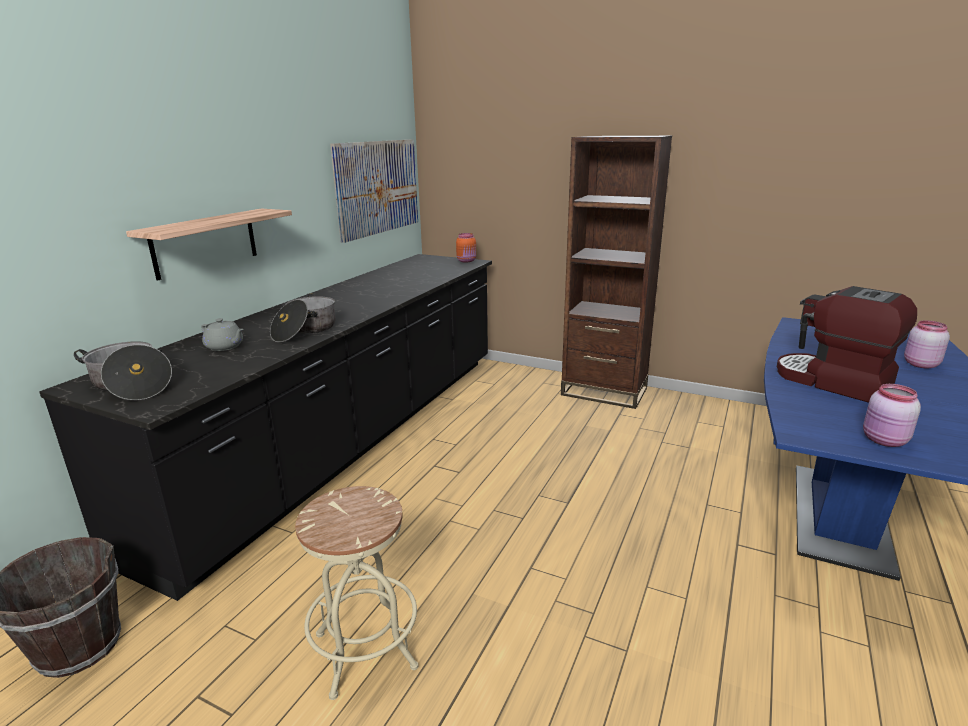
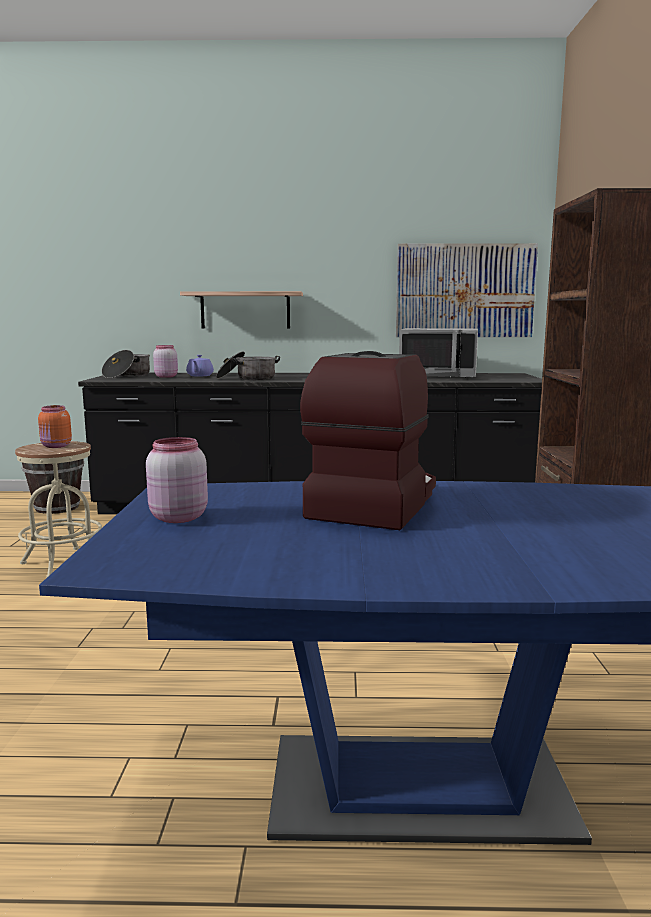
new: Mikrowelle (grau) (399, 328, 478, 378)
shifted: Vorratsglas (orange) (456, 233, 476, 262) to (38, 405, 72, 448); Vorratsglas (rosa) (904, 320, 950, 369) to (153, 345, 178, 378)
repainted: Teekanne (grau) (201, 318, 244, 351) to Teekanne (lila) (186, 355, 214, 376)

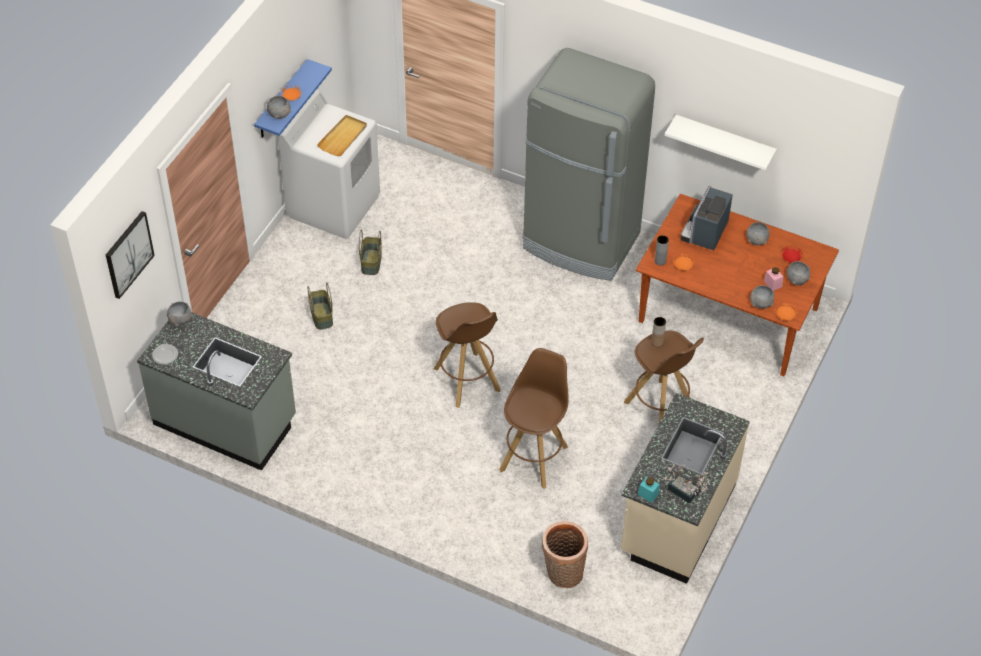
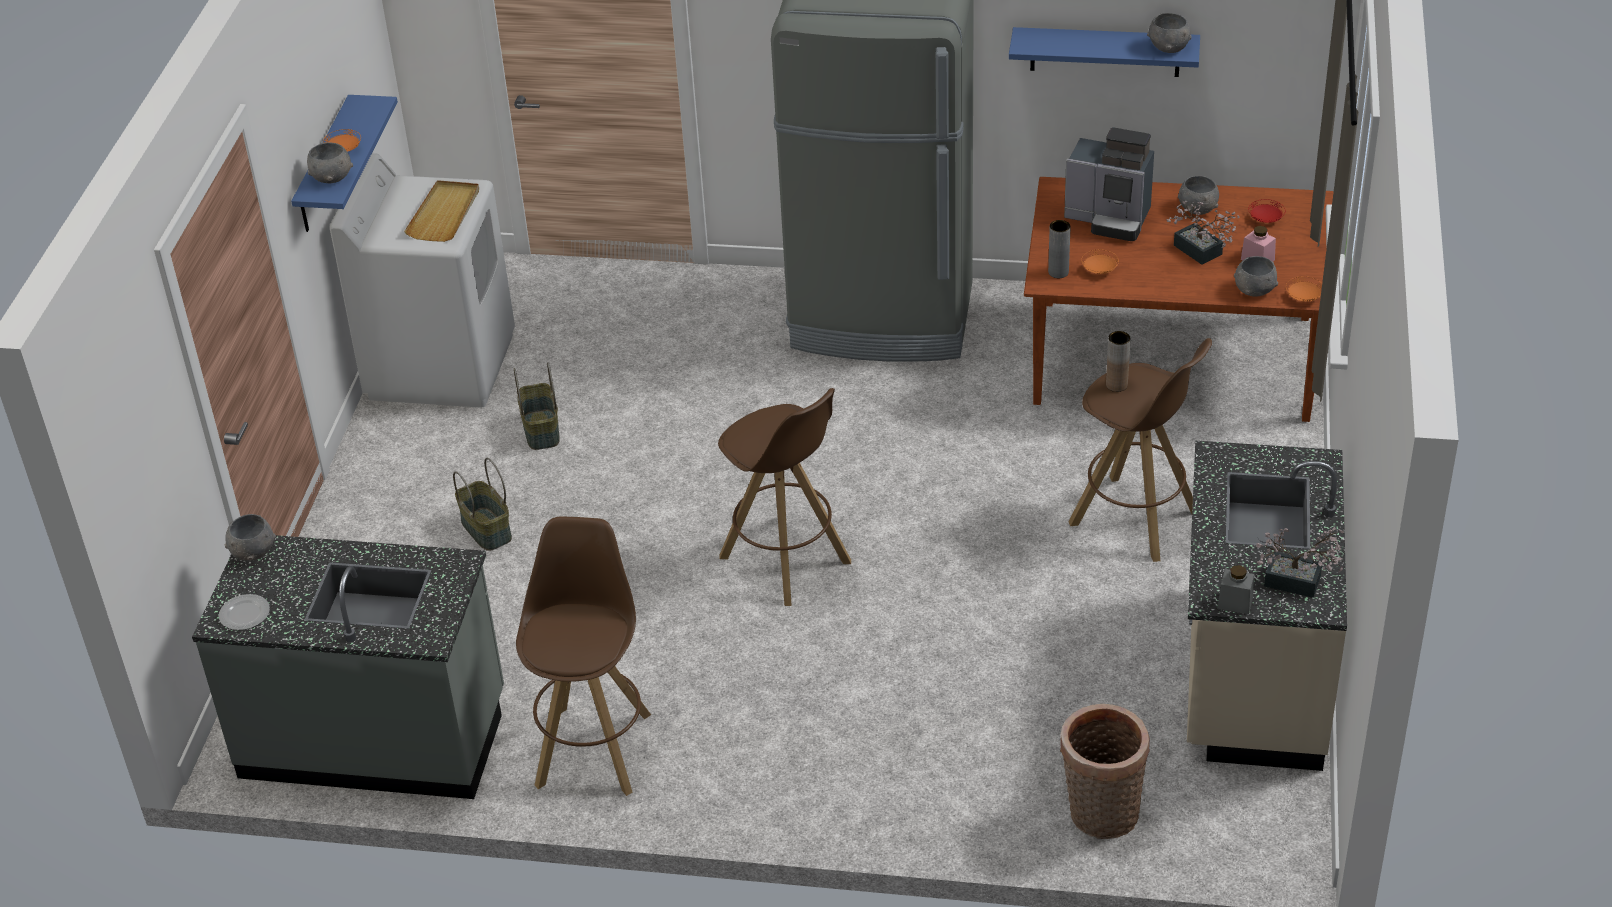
gone: Bild (106, 211, 155, 299)
new: Topfpflanze (1167, 201, 1239, 265)
shifted: Hocker (braun) (499, 348, 569, 489) to (516, 516, 651, 796); Schüssel (grau) (787, 261, 810, 285) to (1147, 13, 1191, 53)
repainted: Vorratsglas (türkis) (638, 477, 660, 503) to Vorratsglas (grau) (1217, 565, 1254, 614); Wandregal (weiß) (665, 115, 777, 170) to Wandregal (blau) (1009, 27, 1200, 77)
rotated: Kaffeemaschine (680, 186, 733, 250) = (1064, 127, 1154, 241) 75 degrees counterclockwise

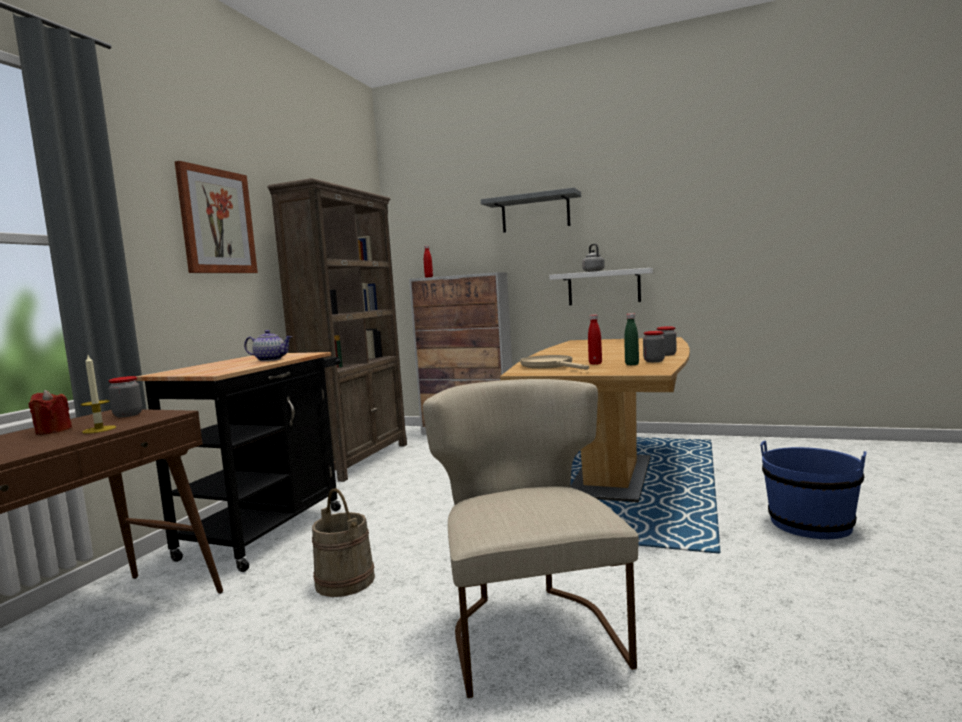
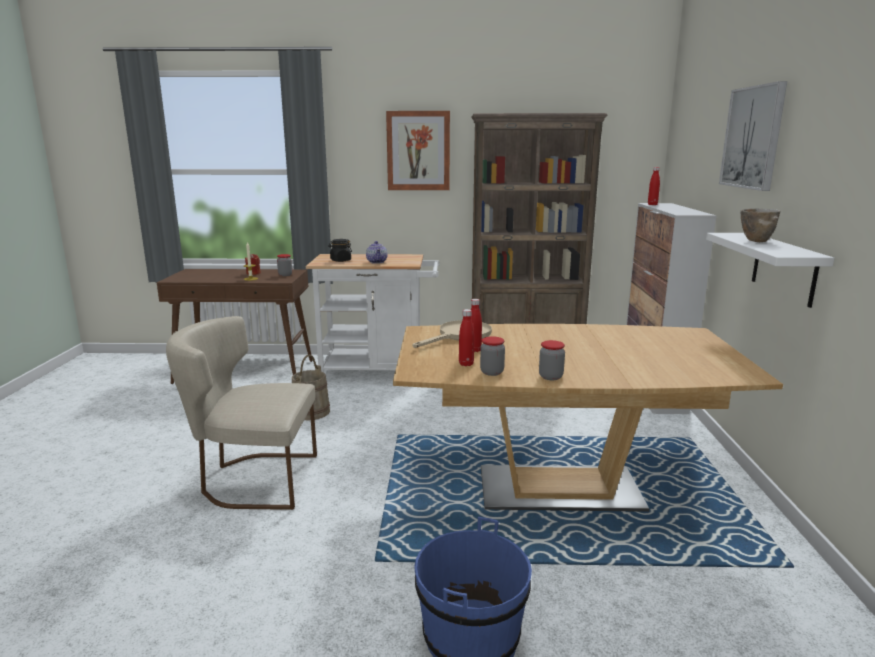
new: Vorratsglas (schwarz) (328, 239, 352, 262)
swapped: Wandregal (grau) (481, 187, 581, 233) to Bild (719, 81, 787, 191); Wasserkessel (grau) (582, 244, 605, 272) to Schüssel (741, 208, 780, 242)
repainted: Rollwagen (schwarz) (136, 352, 341, 572) to Rollwagen (weiß) (306, 254, 440, 372); Flasche (grün) (624, 313, 639, 365) to Flasche (rot) (459, 309, 474, 366)
rotated: Stuhl (beige) (423, 379, 639, 698) = (166, 316, 317, 510) 150 degrees counterclockwise

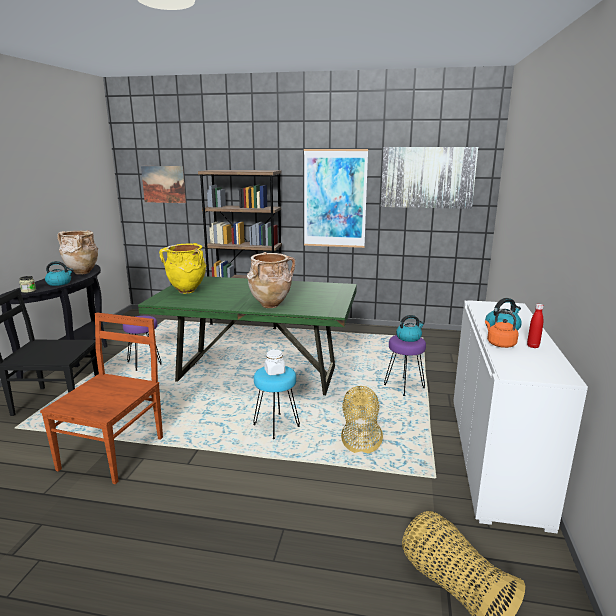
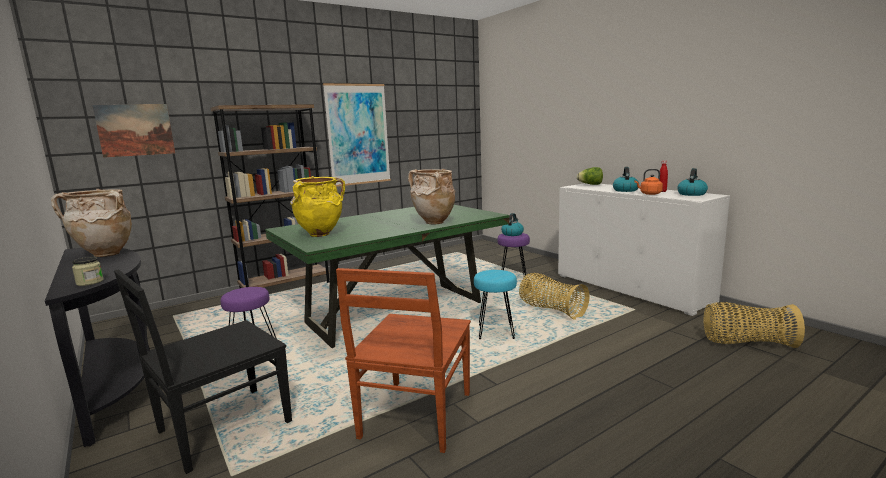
gone: Vorratsglas (weiß) (264, 349, 285, 375); Bild (381, 147, 478, 209)
new: Salatkopf (577, 167, 603, 185)
shifted: Wasserkessel (45, 261, 73, 286) to (677, 168, 708, 196)
rotated: Stuhl (braun) (40, 313, 163, 484) = (336, 268, 471, 453) 135 degrees counterclockwise

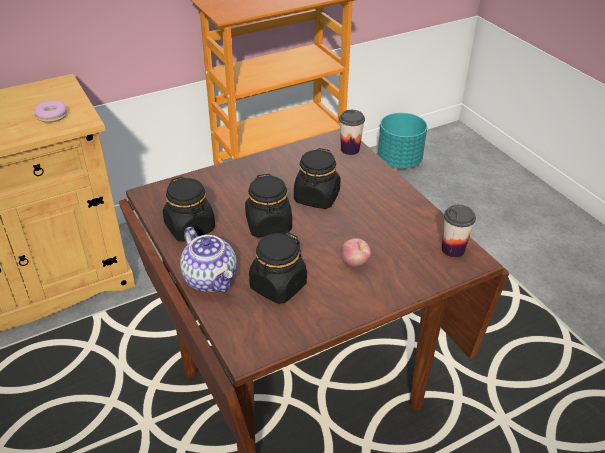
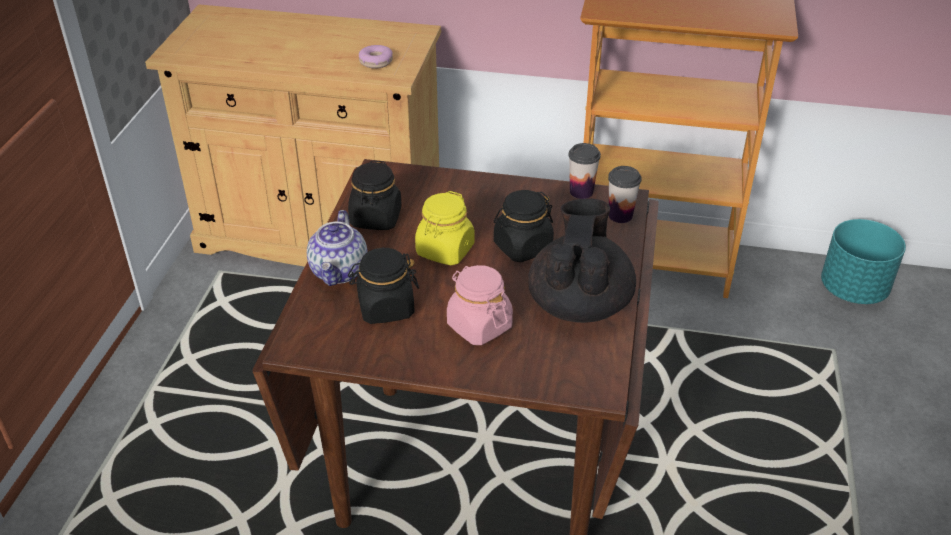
new: Teekanne (schwarz) (528, 198, 636, 323)
shifted: Tasse (442, 205, 476, 258) to (568, 143, 601, 199)
swapped: Apfel (341, 238, 371, 267) to Vorratsglas (rosa) (447, 265, 513, 345)
repainted: Vorratsglas (schwarz) (245, 174, 292, 237) to Vorratsglas (gelb) (415, 191, 475, 265)

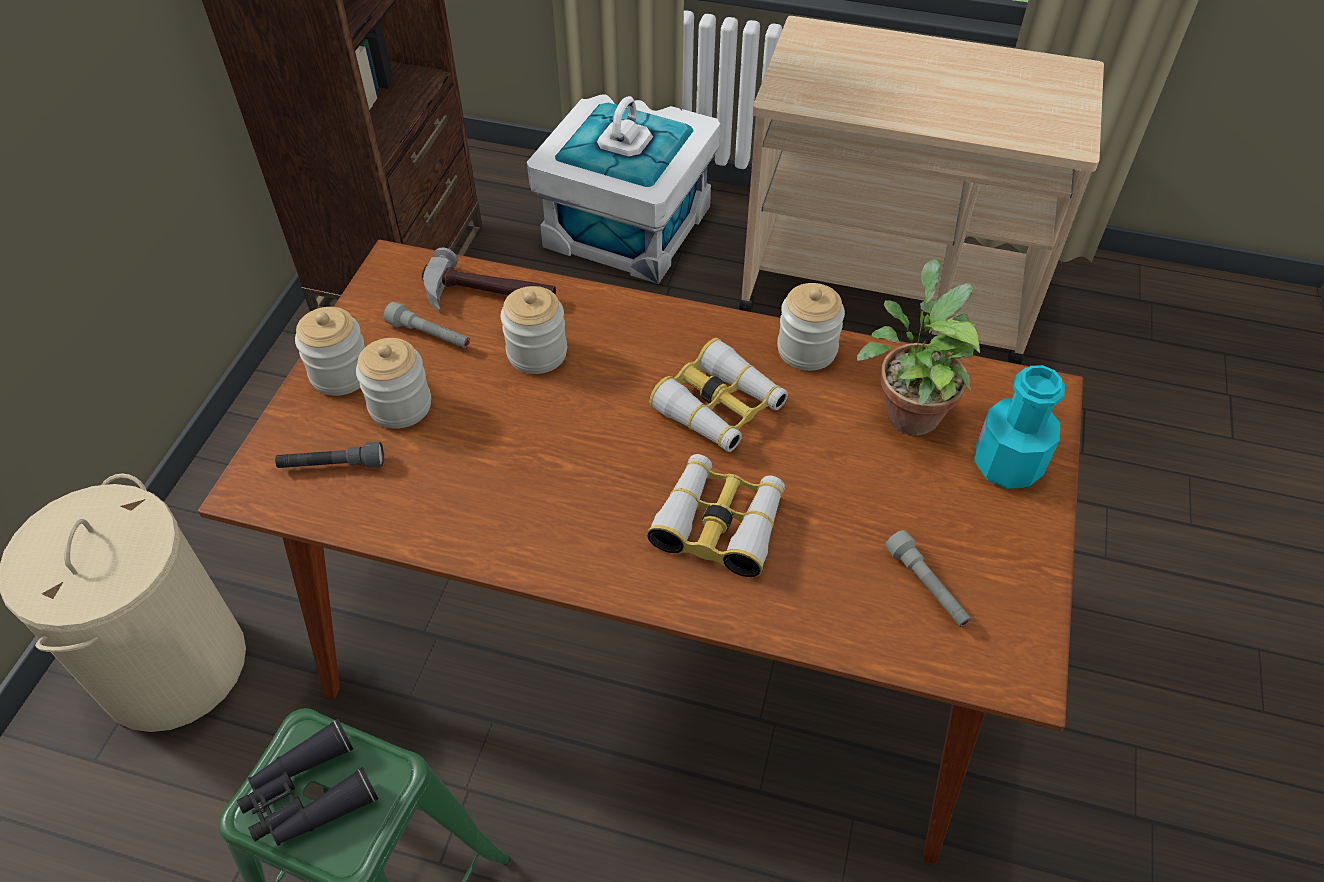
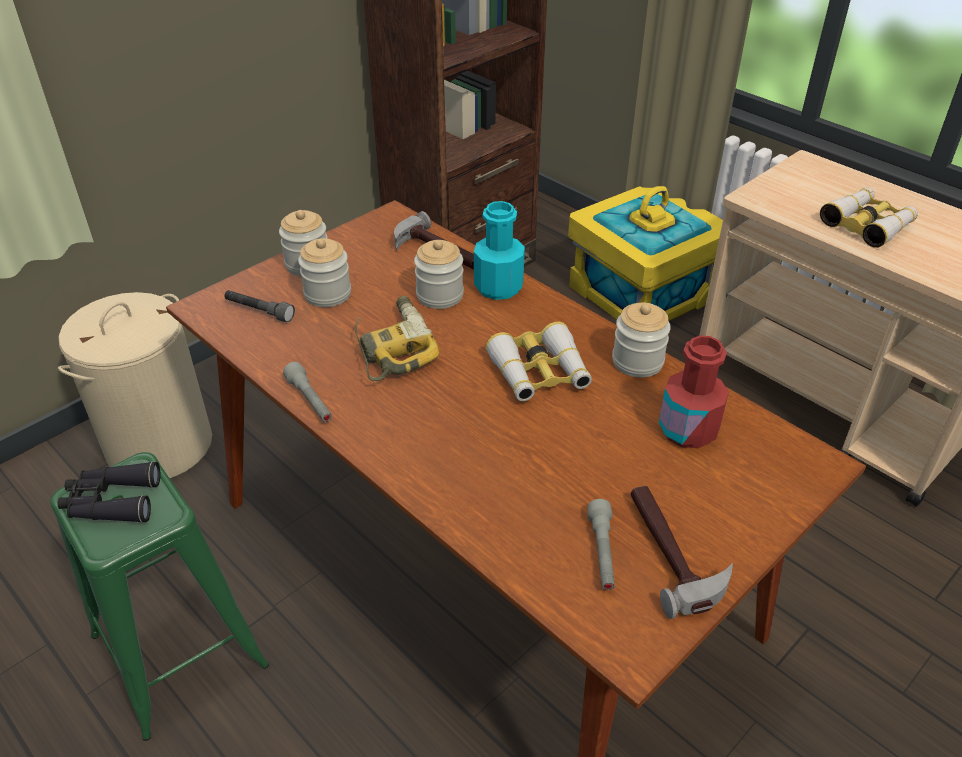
new: Bohrmaschine (355, 296, 439, 381); Hammer (631, 486, 733, 619)
shifted: Taschenlampe (grau) (384, 302, 470, 348) to (283, 362, 332, 422); Fernglas (647, 454, 785, 577) to (820, 187, 918, 248); Flasche (türkis) (974, 365, 1065, 489) to (474, 201, 525, 300)
swapped: Topfpflanze (857, 259, 980, 436) to Flasche (rot) (659, 335, 729, 448)
repainted: Aufbewahrungsbox (weiß) (527, 94, 720, 284) to Aufbewahrungsbox (gelb) (568, 186, 723, 321)

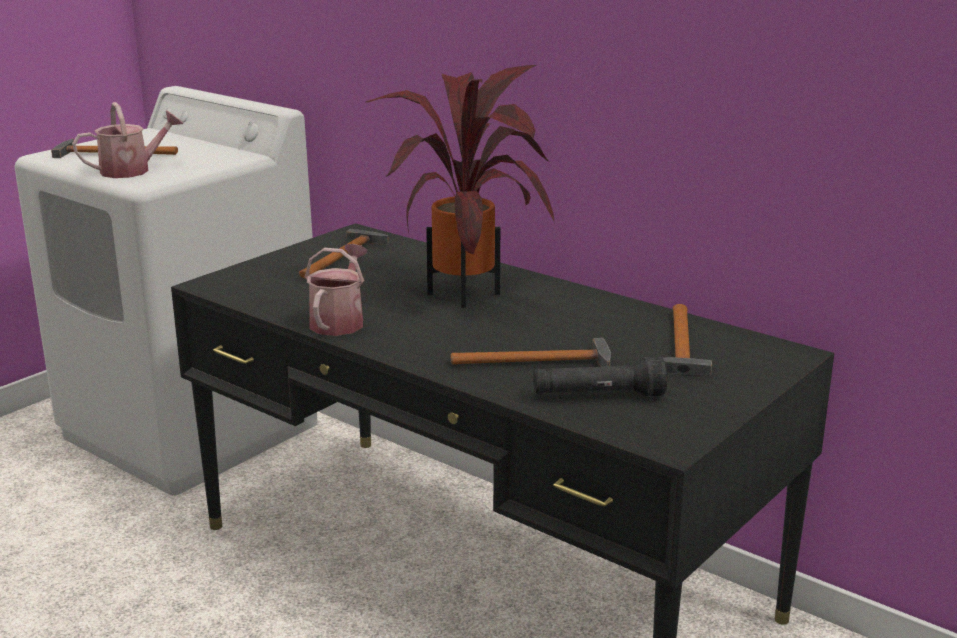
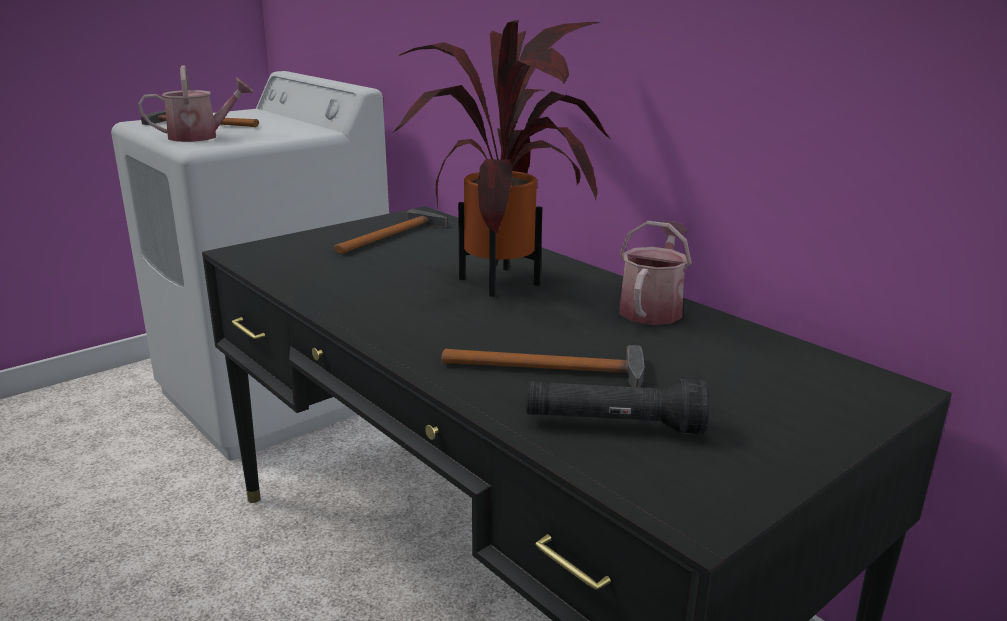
gone: Hammer (663, 304, 712, 375)
shifted: Gießkanne (305, 244, 368, 336) to (619, 221, 692, 325)

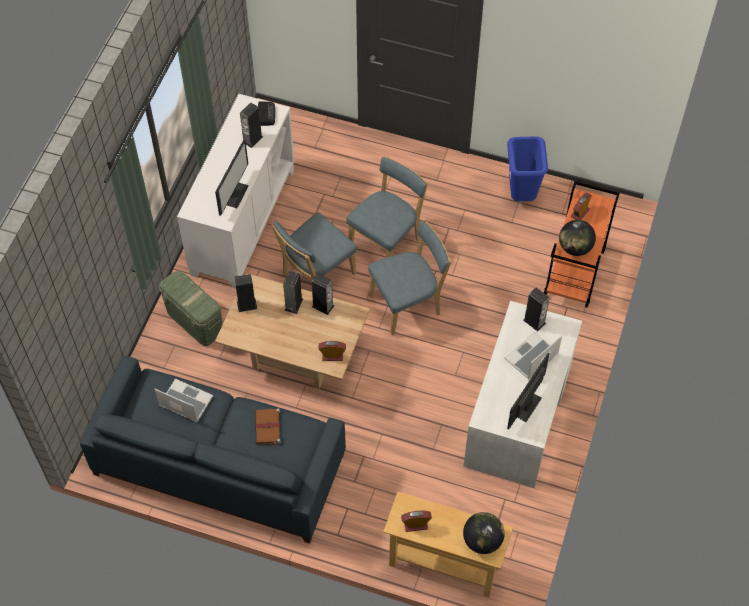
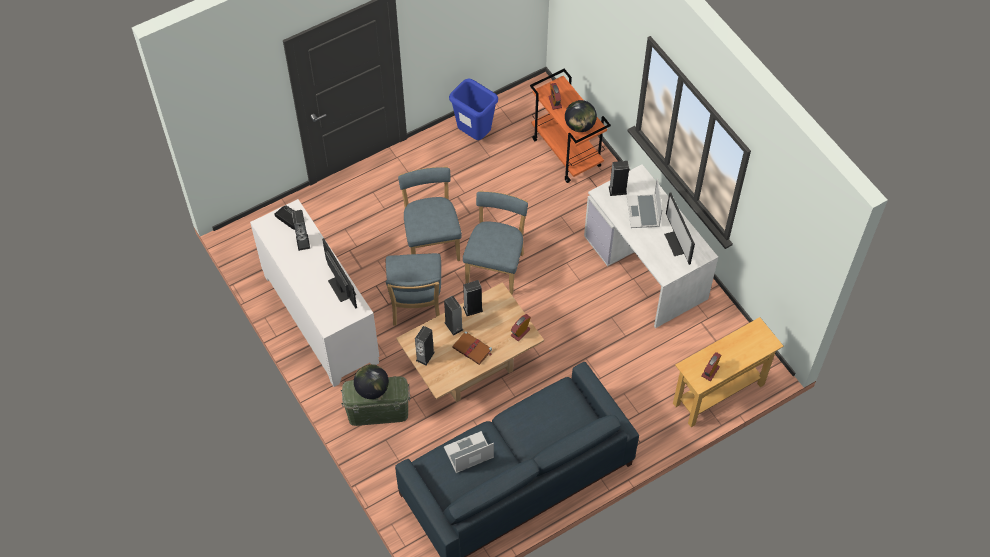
shifted: Buch (braun) (255, 408, 281, 446) to (452, 331, 493, 365); Globus (463, 512, 505, 554) to (354, 364, 389, 399)

